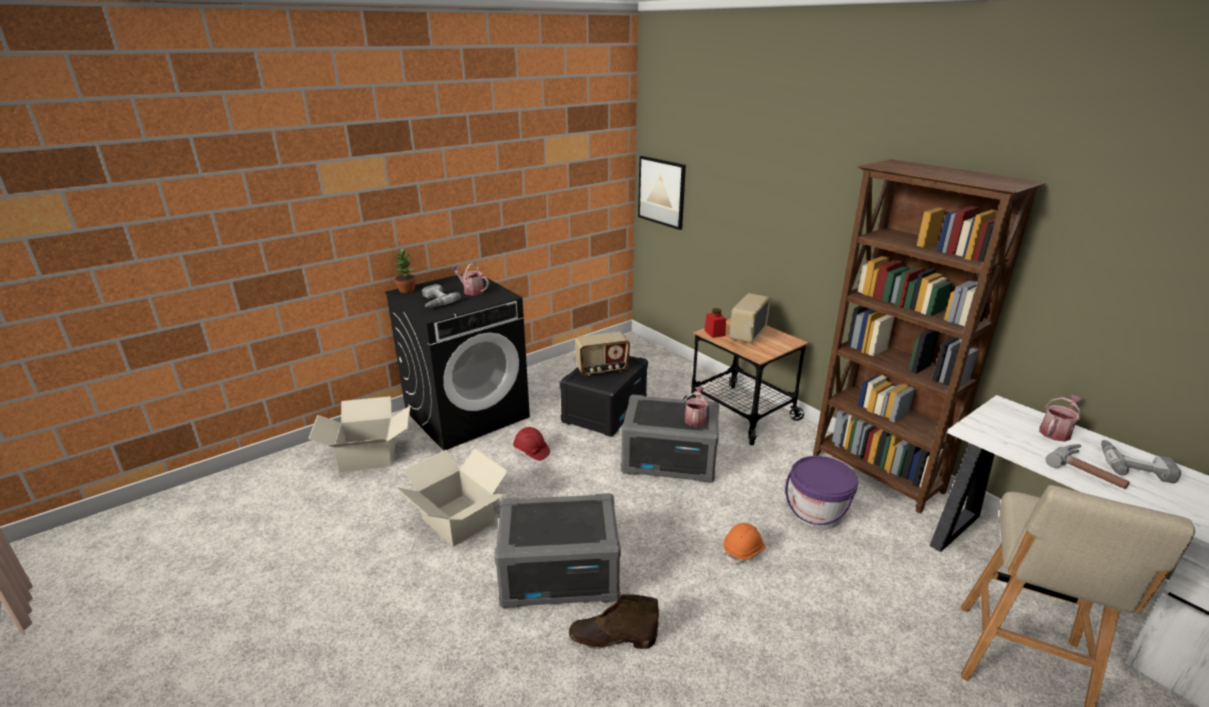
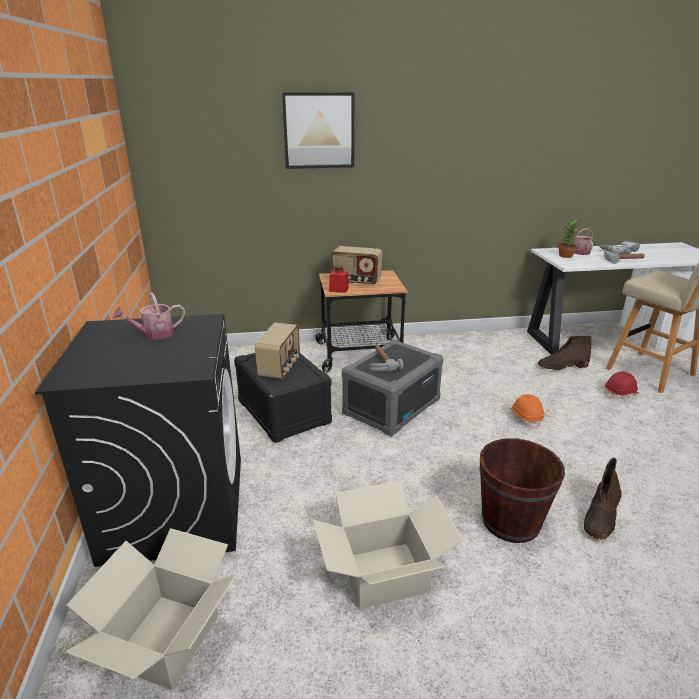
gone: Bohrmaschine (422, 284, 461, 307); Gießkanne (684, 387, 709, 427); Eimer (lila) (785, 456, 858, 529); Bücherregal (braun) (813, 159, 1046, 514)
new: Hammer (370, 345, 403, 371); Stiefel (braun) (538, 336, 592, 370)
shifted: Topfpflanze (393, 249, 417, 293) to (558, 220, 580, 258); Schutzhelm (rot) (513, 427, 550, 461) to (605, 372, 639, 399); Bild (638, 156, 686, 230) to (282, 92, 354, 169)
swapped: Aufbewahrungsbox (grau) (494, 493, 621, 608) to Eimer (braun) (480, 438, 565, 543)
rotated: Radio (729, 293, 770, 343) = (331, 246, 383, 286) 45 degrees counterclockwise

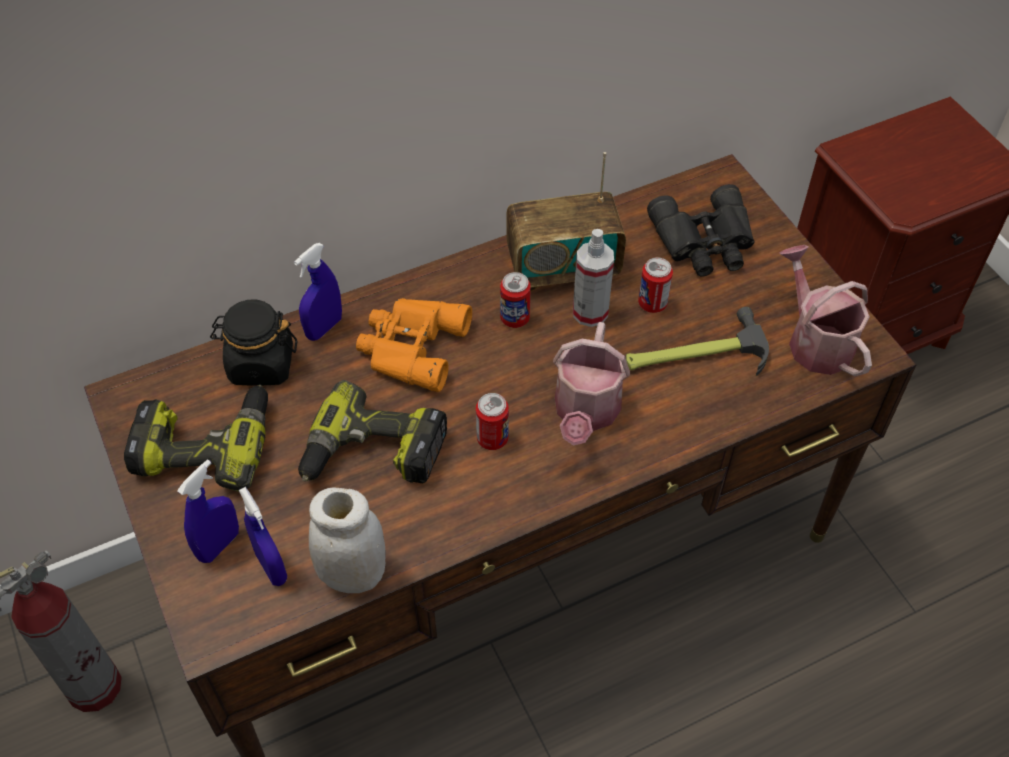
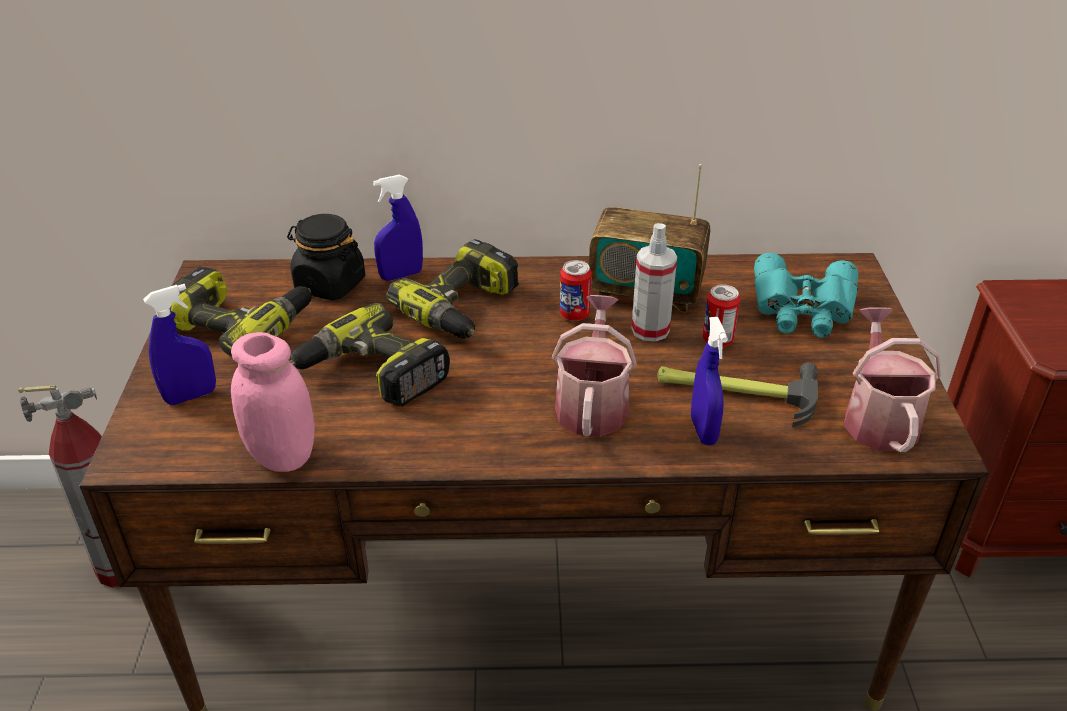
gone: Dose (476, 393, 509, 450)
shifted: Sprühflasche (blau) (239, 487, 287, 586) to (691, 317, 728, 445)
swapped: Fernglas (orange) (356, 298, 472, 392) to Bohrmaschine (386, 239, 519, 339)
repainted: Vorratsglas (weiß) (309, 487, 386, 593) to Vorratsglas (rosa) (231, 332, 315, 472); Fernglas (schwarz) (647, 184, 754, 277) to Fernglas (türkis) (754, 253, 859, 338)
rotated: Gießkanne (553, 322, 630, 446) = (552, 295, 637, 437) 150 degrees clockwise

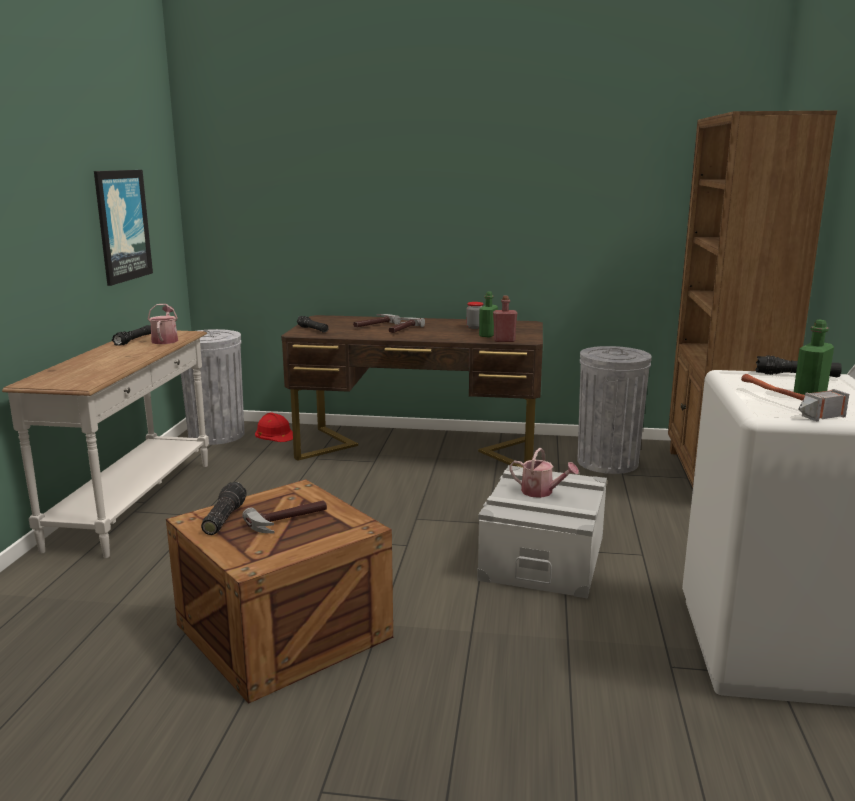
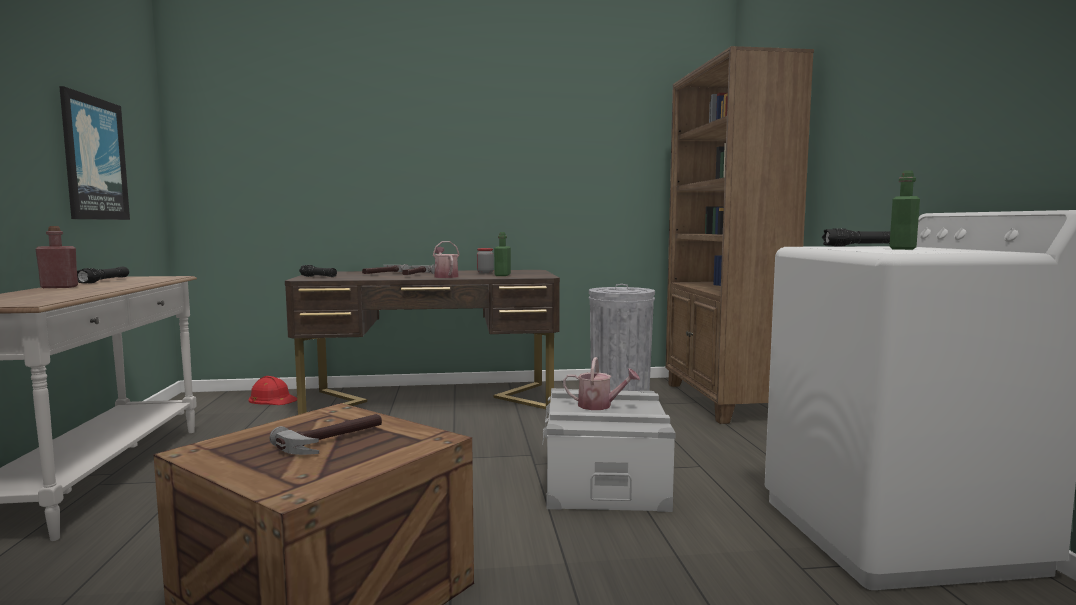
gone: Mülleimer (grau) (181, 329, 244, 445); Taschenlampe (201, 482, 247, 535); Hammer (741, 374, 849, 422)
shifted: Gießkanne (148, 304, 178, 344) to (433, 241, 459, 278); Flasche (rot) (493, 296, 517, 342) to (35, 226, 78, 288)

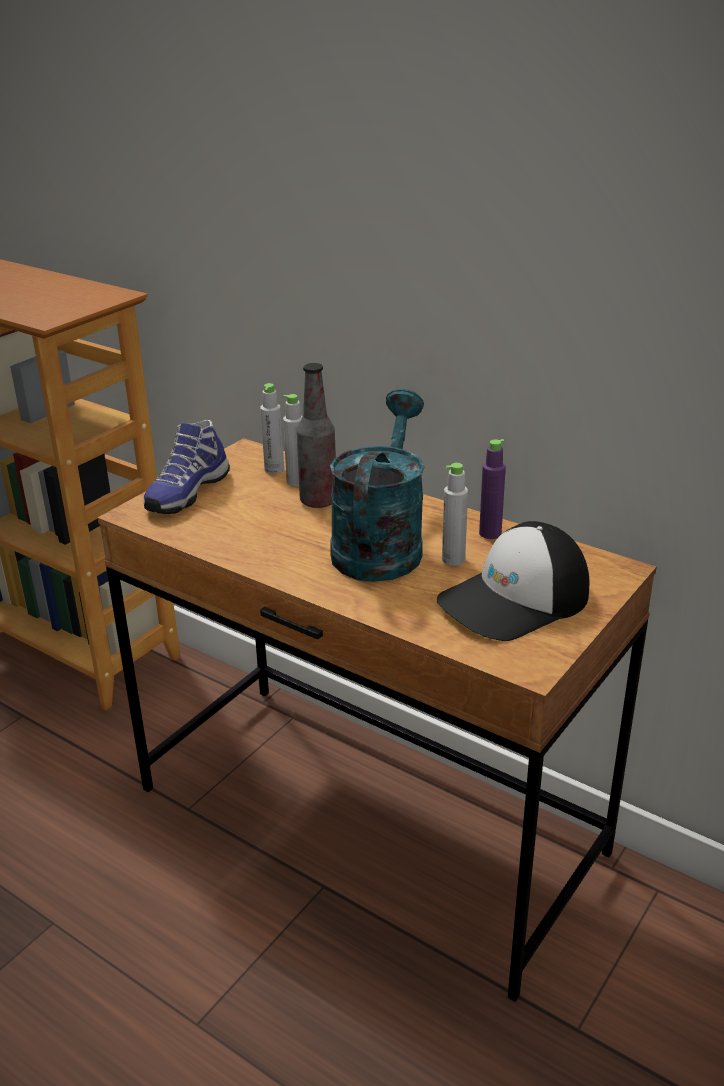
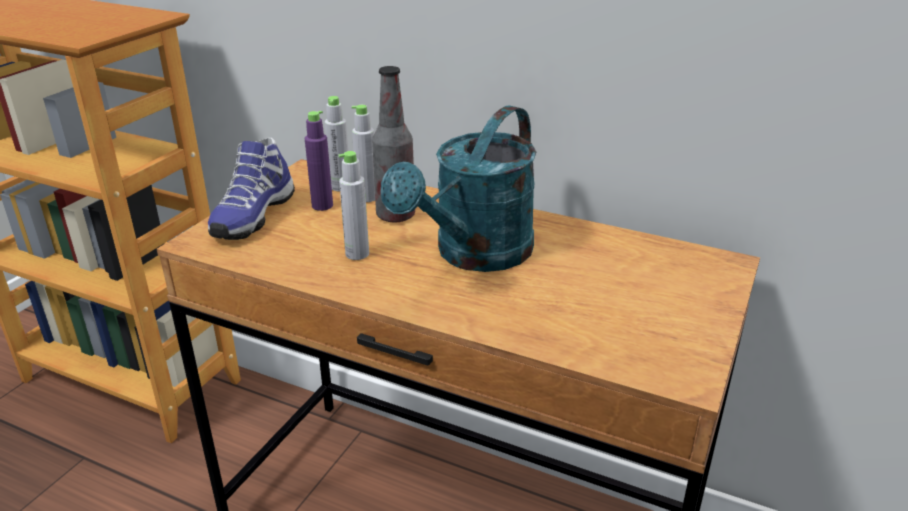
gone: Kappe (437, 521, 589, 641)
shifted: Flasche (grau) (442, 463, 468, 566) to (338, 151, 369, 260); Flasche (lila) (479, 439, 506, 539) to (305, 111, 333, 211)
rotated: Gießkanne (türkis) (330, 389, 425, 582) = (380, 105, 536, 272) 150 degrees counterclockwise

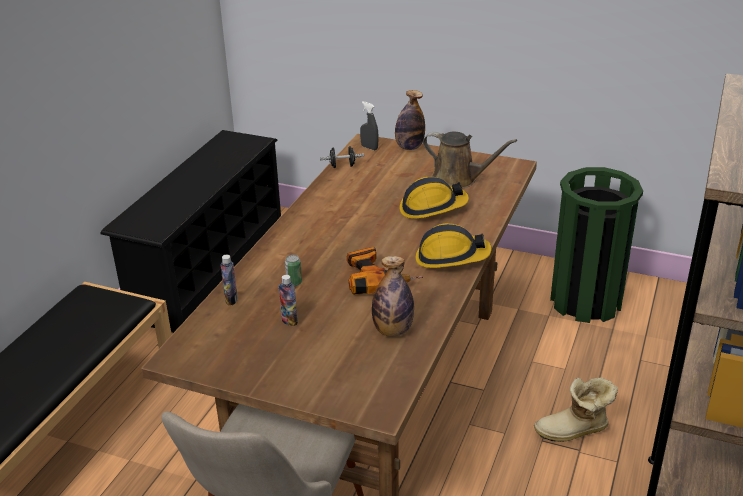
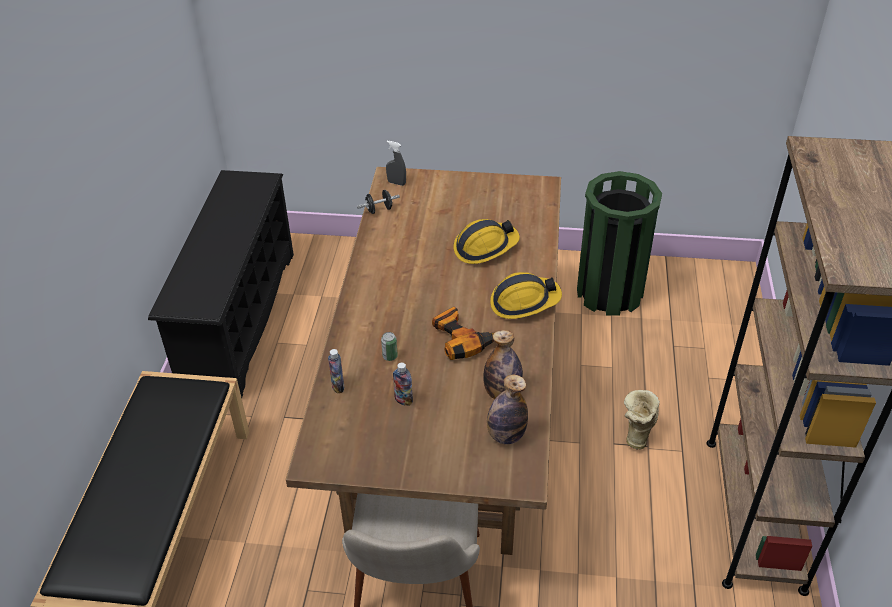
gone: Gießkanne (braun) (423, 132, 517, 189)
shifted: Flasche (395, 90, 425, 150) to (487, 374, 528, 444)
rotated: Stiefel (534, 377, 618, 442) = (624, 390, 659, 450) 135 degrees clockwise

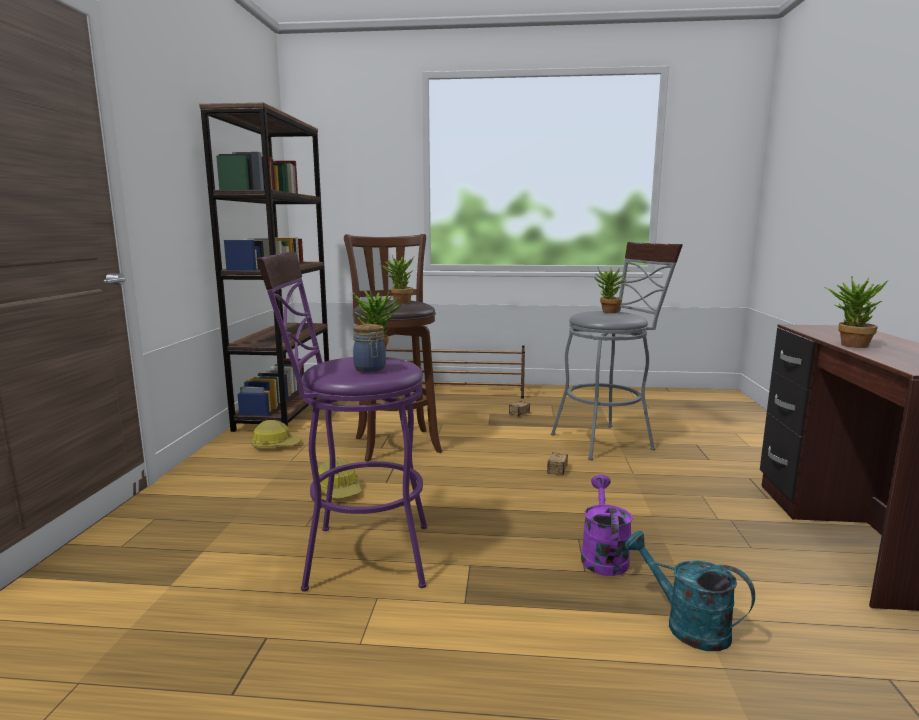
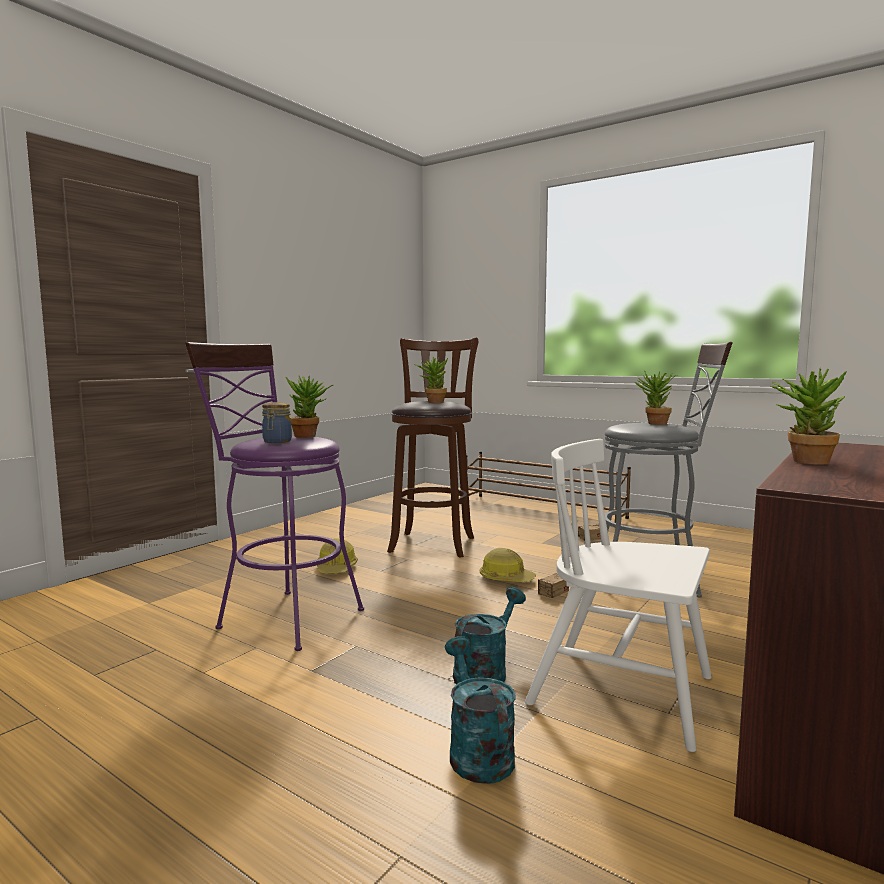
gone: Bücherregal (braun) (199, 103, 329, 432)
new: Stuhl (weiß) (525, 439, 712, 752)
shifted: Schutzhelm (250, 420, 301, 448) to (480, 548, 536, 582)
repainted: Gießkanne (lila) (581, 475, 633, 576) to Gießkanne (türkis) (453, 587, 526, 684)

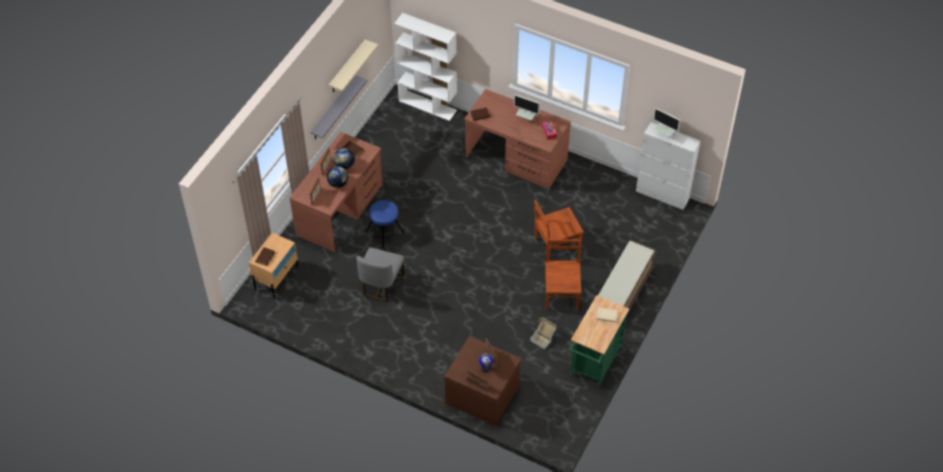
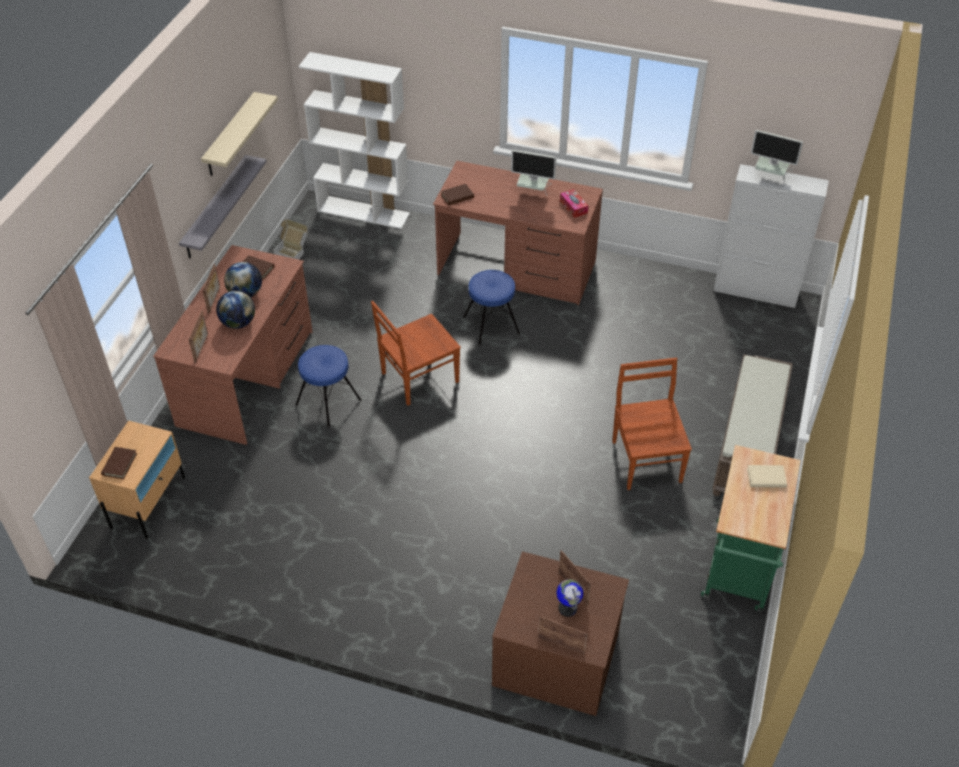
gone: Stuhl (grau) (356, 248, 404, 301)
new: Hocker (blau) (463, 270, 520, 346)
shifted: Karton (530, 317, 557, 350) to (273, 219, 308, 260); Stuhl (braun) (534, 200, 584, 259) to (371, 301, 461, 406)

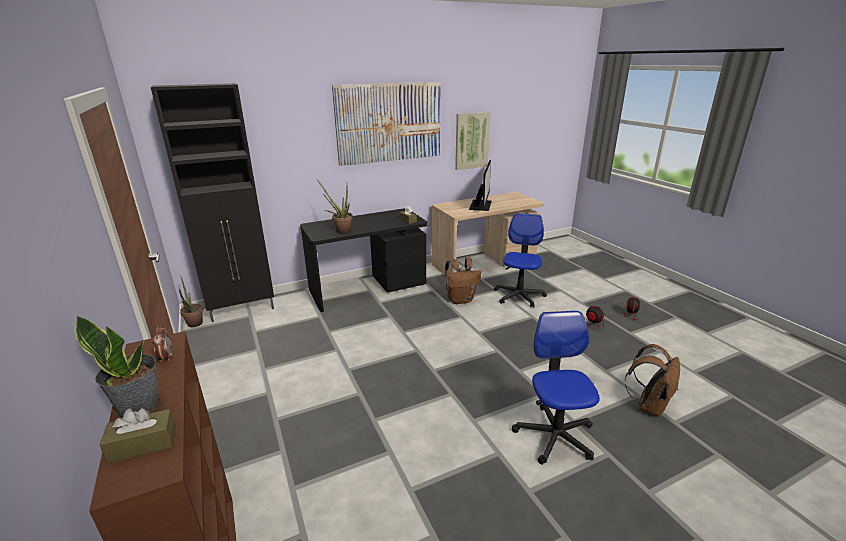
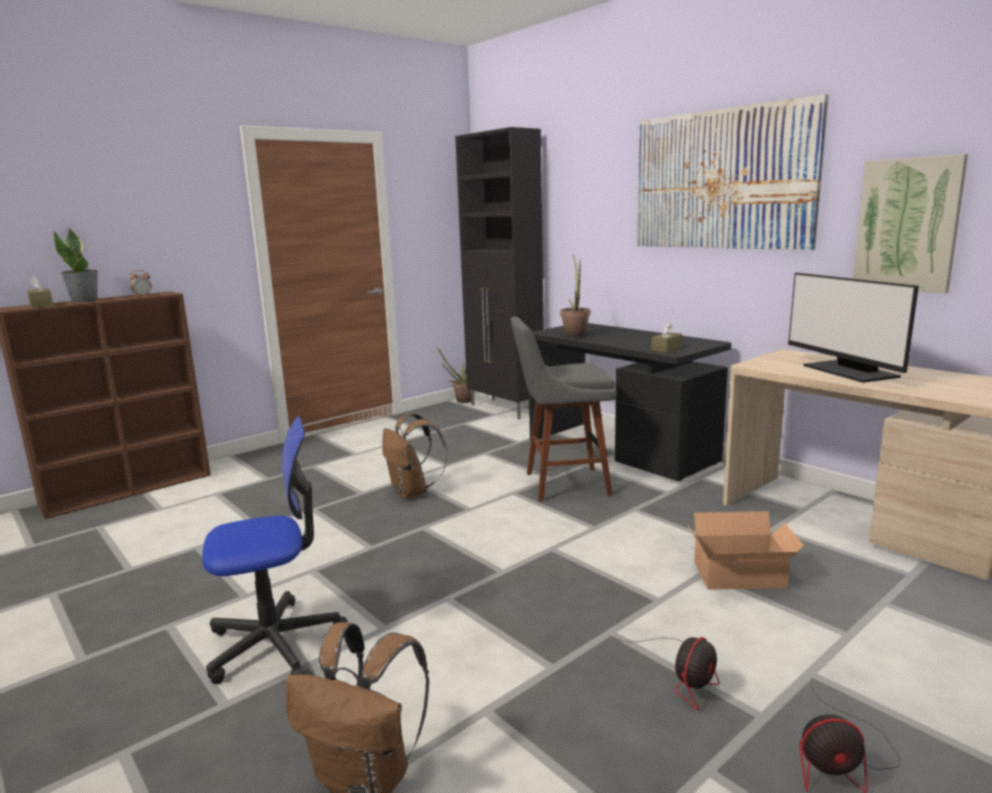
new: Hocker (grau) (511, 316, 617, 501)
shifted: Rucksack (braun) (445, 257, 481, 304) to (382, 413, 448, 498)
swapped: Bürostuhl (494, 213, 547, 308) to Karton (687, 511, 804, 589)
rotated: Monitor (469, 160, 491, 211) = (788, 273, 919, 383) 75 degrees clockwise

